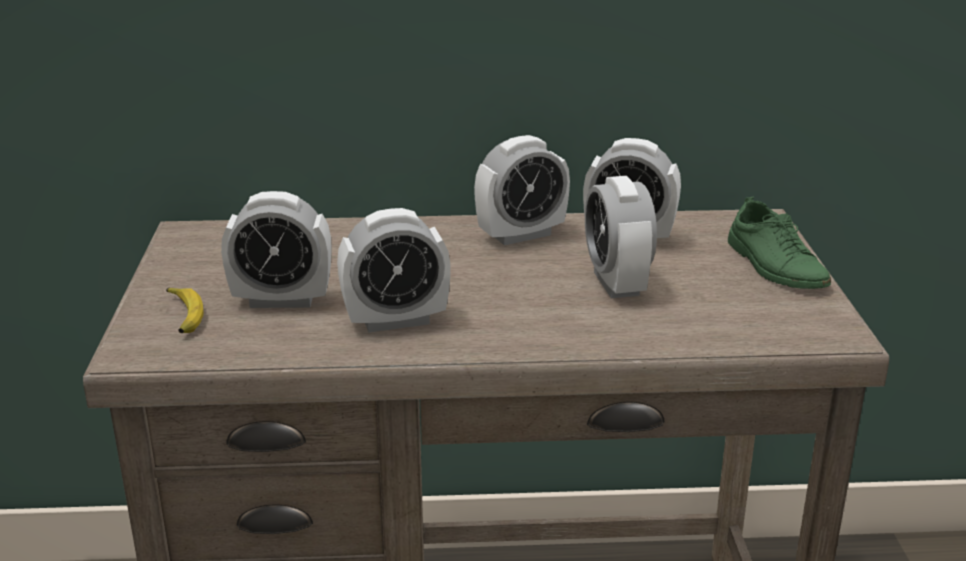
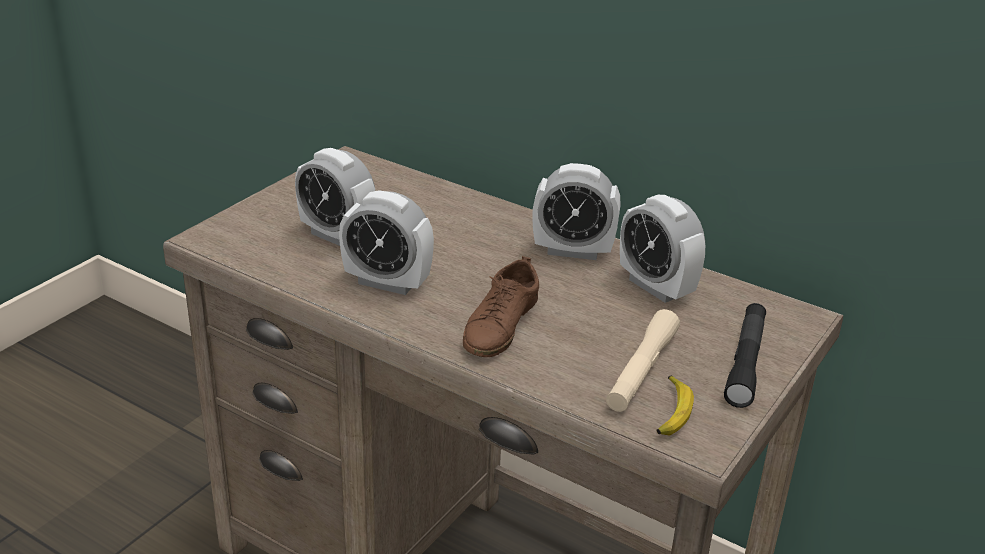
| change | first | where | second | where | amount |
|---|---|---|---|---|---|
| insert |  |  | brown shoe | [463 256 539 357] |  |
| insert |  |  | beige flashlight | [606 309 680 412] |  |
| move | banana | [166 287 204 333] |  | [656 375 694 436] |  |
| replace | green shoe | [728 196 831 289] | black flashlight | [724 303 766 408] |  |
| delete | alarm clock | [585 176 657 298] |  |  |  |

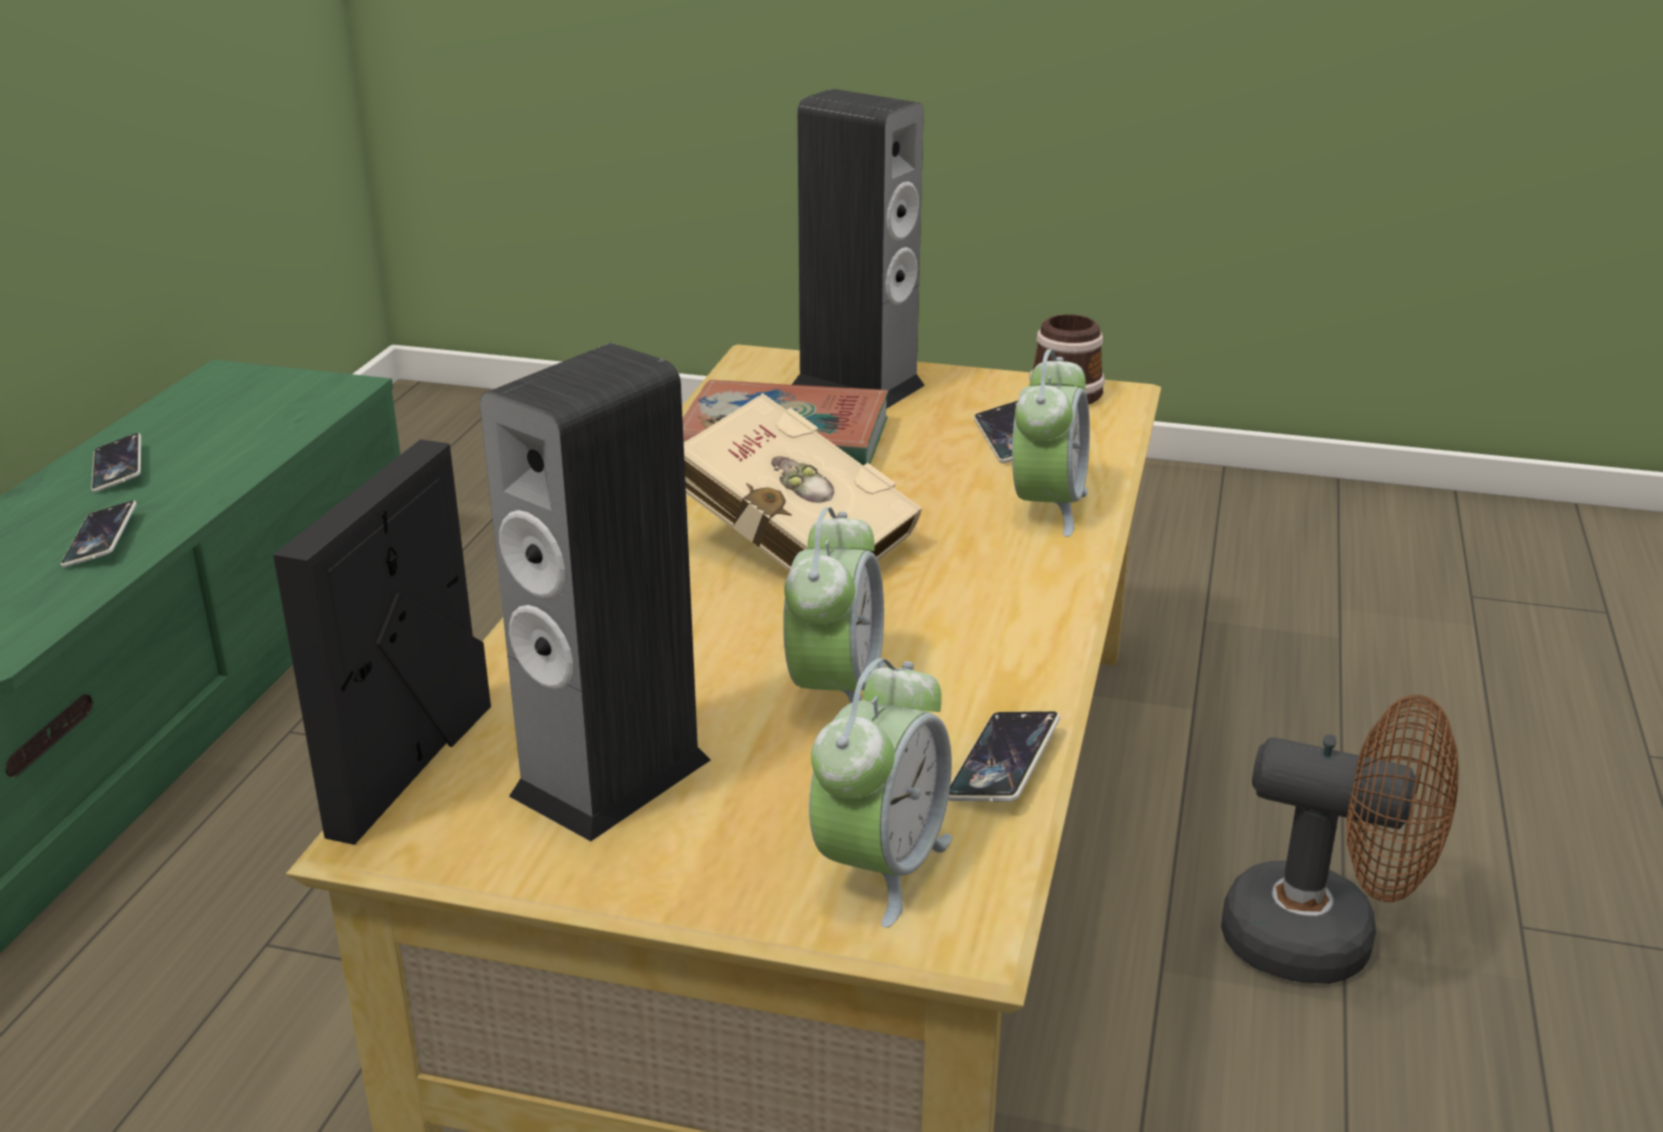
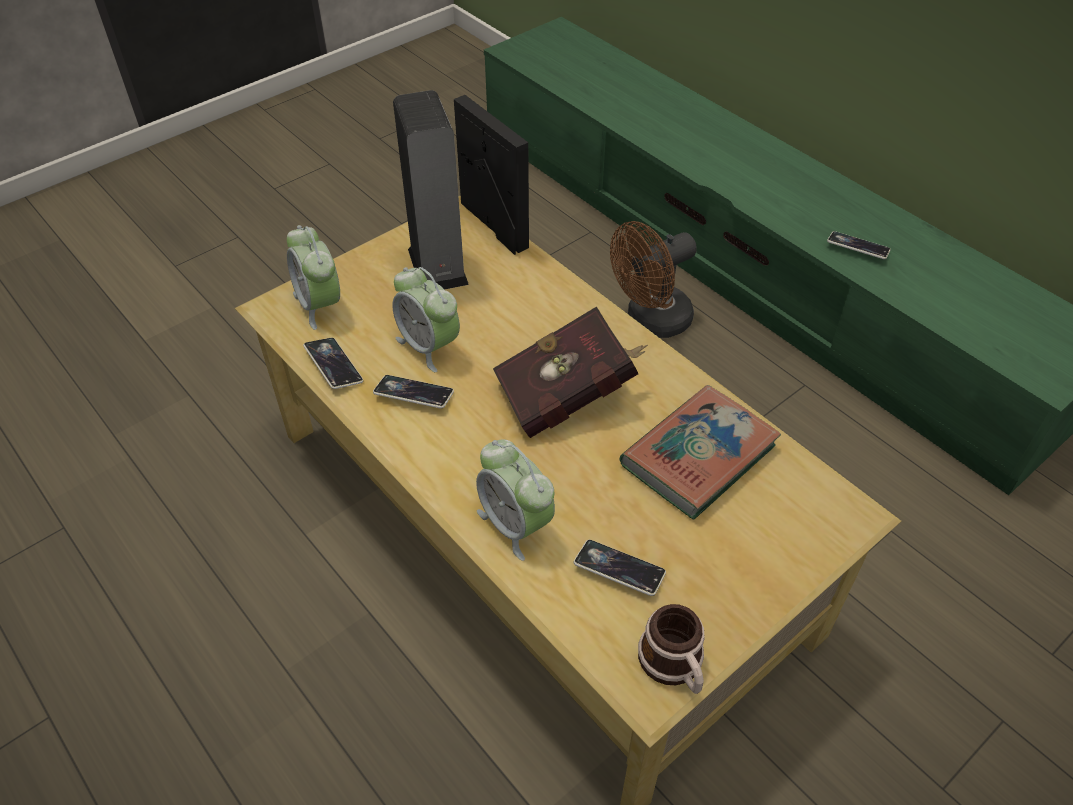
| change | first | where | second | where | amount |
|---|---|---|---|---|---|
| move | phone | [91 433 141 492] |  | [373 375 454 409] |  |
| recolor | beige book | [684 393 922 571] | red book | [493 306 648 438] |  |
| move | brown fan | [1221 695 1459 984] |  | [610 221 697 338] |  |
| delete | speaker | [792 89 925 409] |  |  |  |

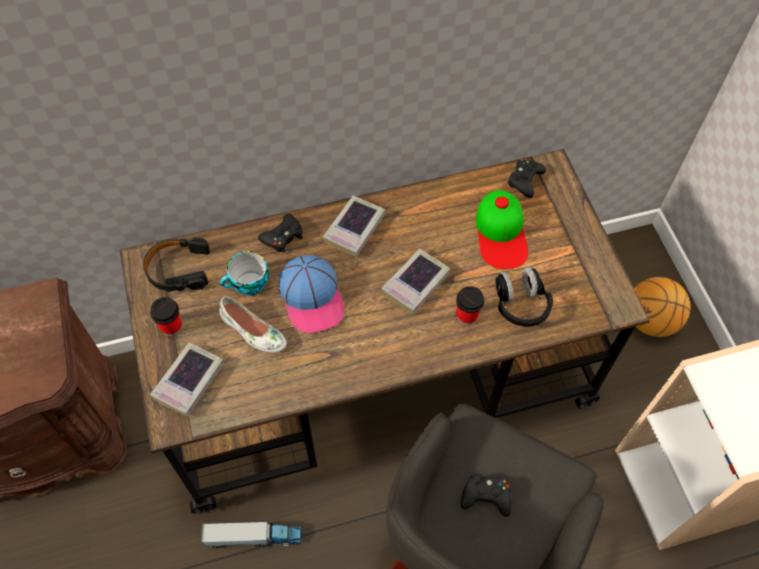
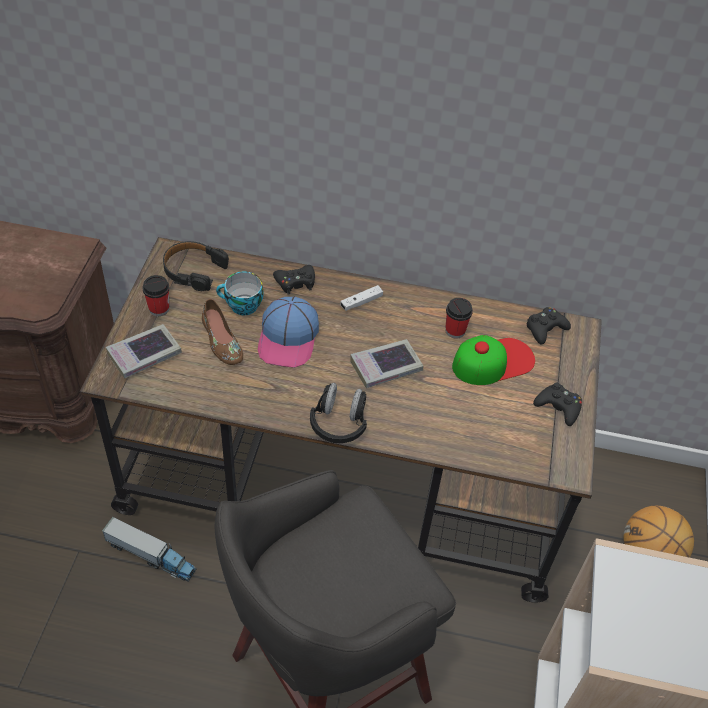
| change | first | where | second | where | amount |
|---|---|---|---|---|---|
| recolor | white shoe | [219 296 287 353] | brown shoe | [202 299 243 365] |  |
| move | black headphones | [495 266 553 327] |  | [310 383 367 443] |  |
| replace | book | [323 196 385 257] | white game controller | [340 285 383 311] |  |
| move | cup | [456 286 484 325] |  | [445 298 473 338] |  |
| rotate | cap | [476 190 529 270] |  | [452 335 535 385] | 135 degrees counterclockwise |
| move | black game controller | [461 473 512 517] |  | [533 382 582 426] |  |

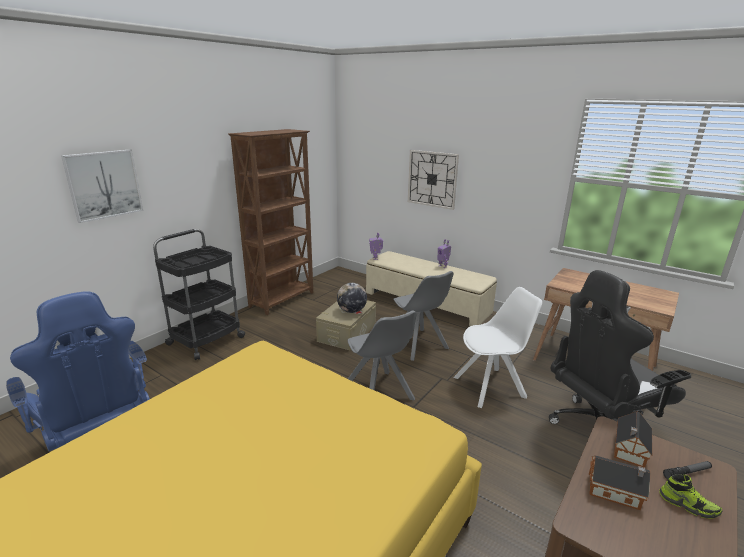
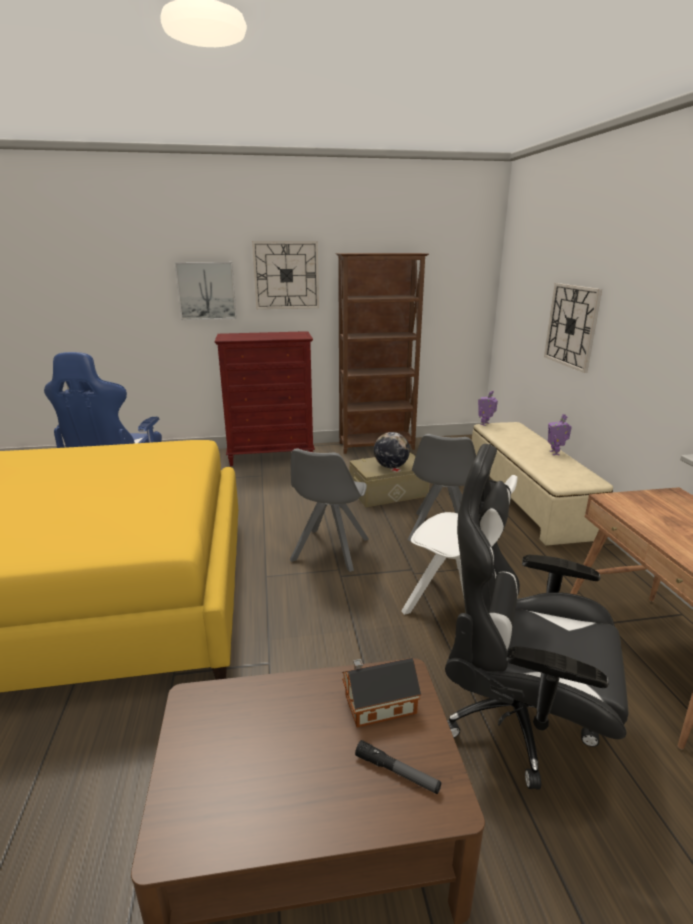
| change | first | where | second | where | amount |
|---|---|---|---|---|---|
| replace | black cart | [153 229 245 360] | red dresser | [215 331 315 466] |  |
| insert |  |  | wall clock | [252 241 319 309] |  |
| delete | toy house | [589 455 651 510] |  |  |  |
| delete | shoe | [660 474 723 519] |  |  |  |

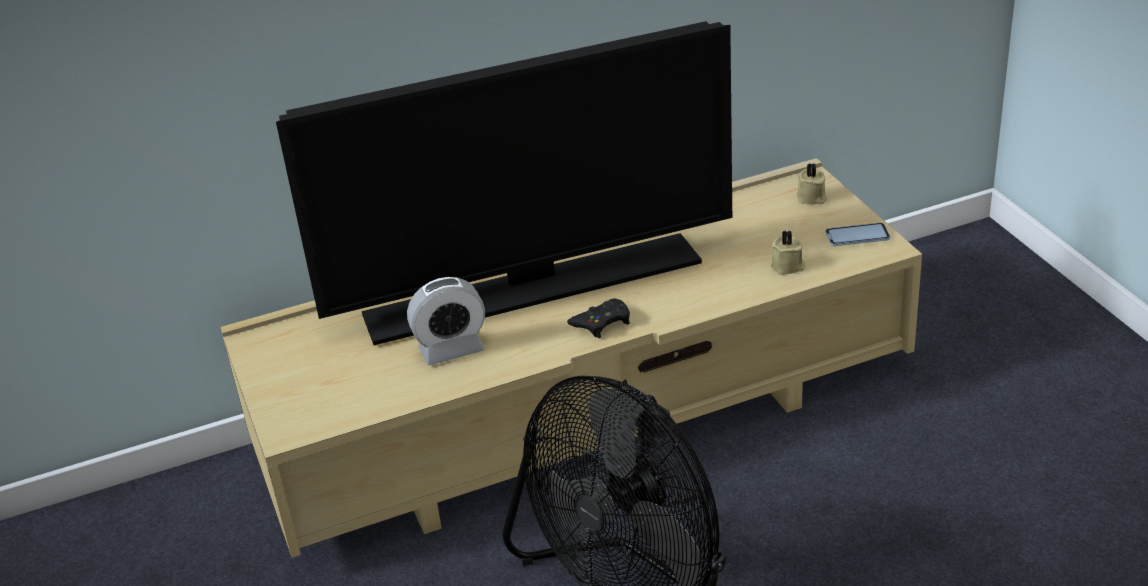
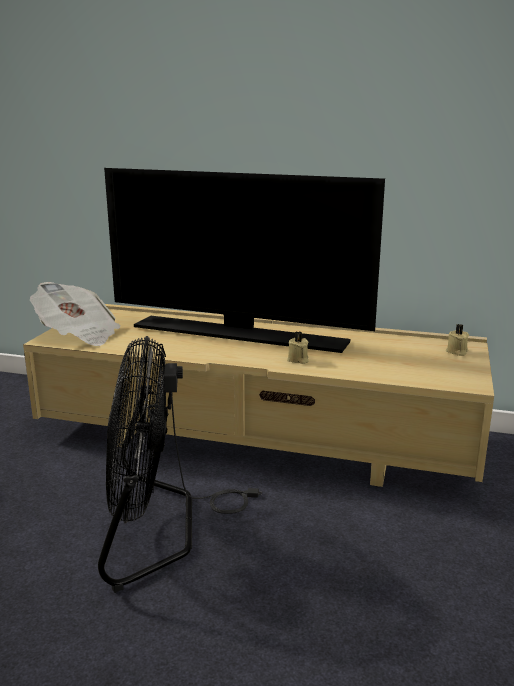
| change | first | where | second | where | amount |
|---|---|---|---|---|---|
| insert |  |  | newspaper | [30 282 120 346] |  |
| move | beige candle | [771 230 805 275] |  | [287 332 309 364] |  |
| delete | alarm clock | [407 277 485 366] |  |  |  |
| delete | black game controller | [567 299 630 338] |  |  |  |
| delete | phone | [825 223 890 246] |  |  |  |

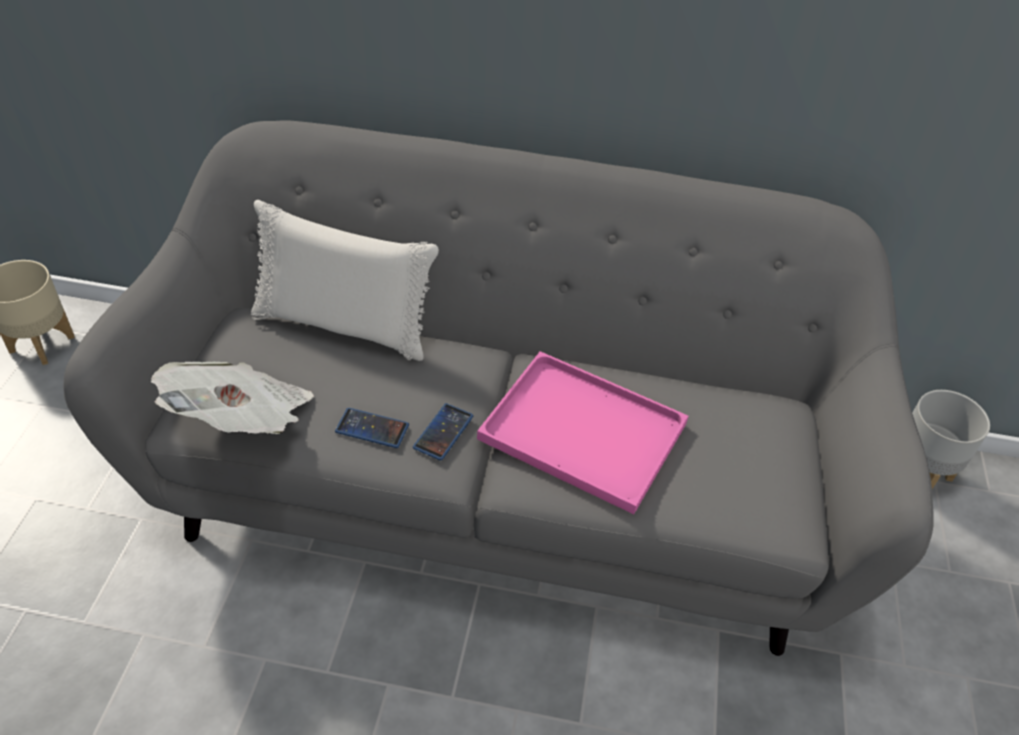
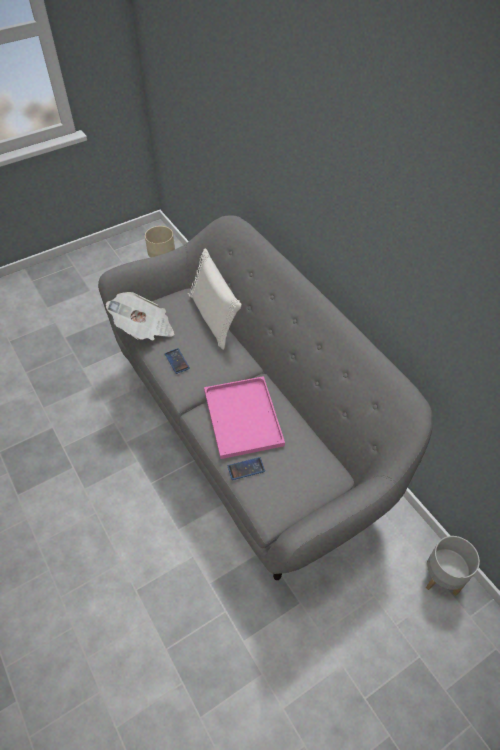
| change | first | where | second | where | amount |
|---|---|---|---|---|---|
| move | phone | [413 403 473 461] |  | [228 457 265 480] |  |

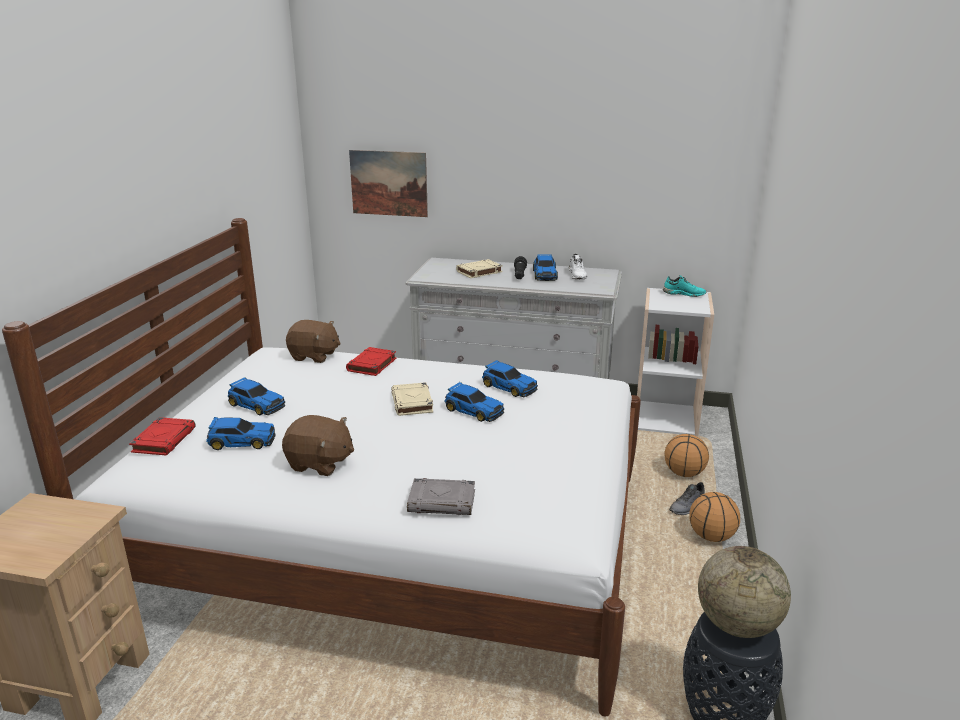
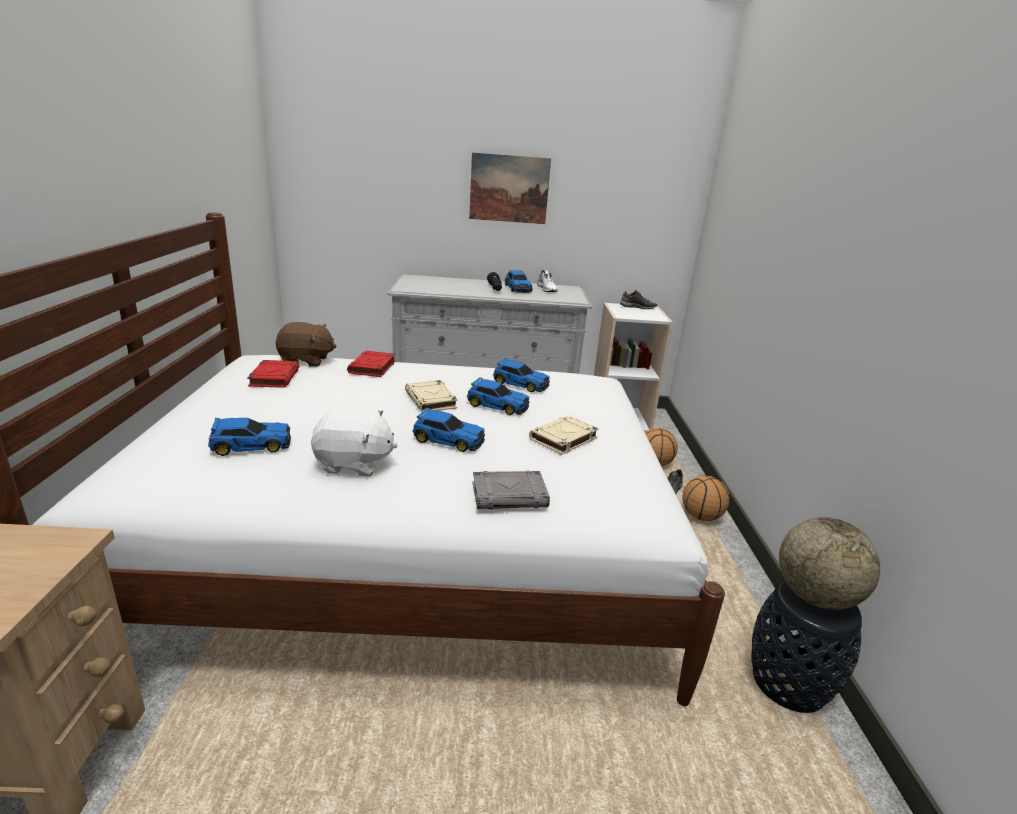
| change | first | where | second | where | amount |
|---|---|---|---|---|---|
| move | red book | [129 417 196 455] |  | [247 360 300 388] |  |
| recolor | brown plush toy | [282 415 354 476] | white plush toy | [311 409 398 476] |  |
| move | toy car | [228 377 285 415] |  | [412 407 485 452] |  |
| move | picture | [349 150 428 217] |  | [469 153 551 224] |  |
| move | beige book | [456 259 503 278] |  | [529 415 599 455] |  |
| recolor | turquoise shoe | [663 275 707 297] | grey shoe | [620 290 657 309] |  |

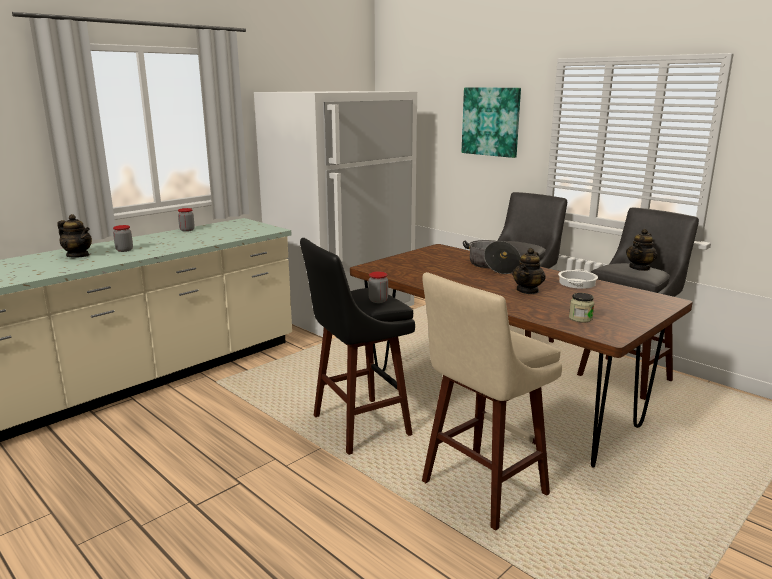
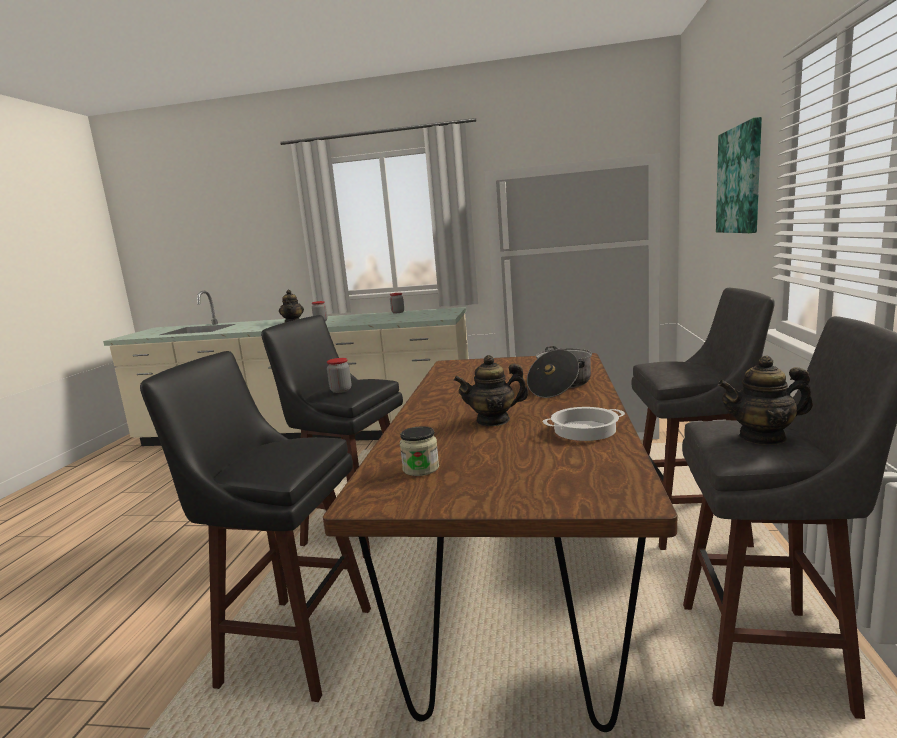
| change | first | where | second | where | amount |
|---|---|---|---|---|---|
| recolor | beige stool | [422 272 562 531] | black stool | [140 351 371 702] |  |

